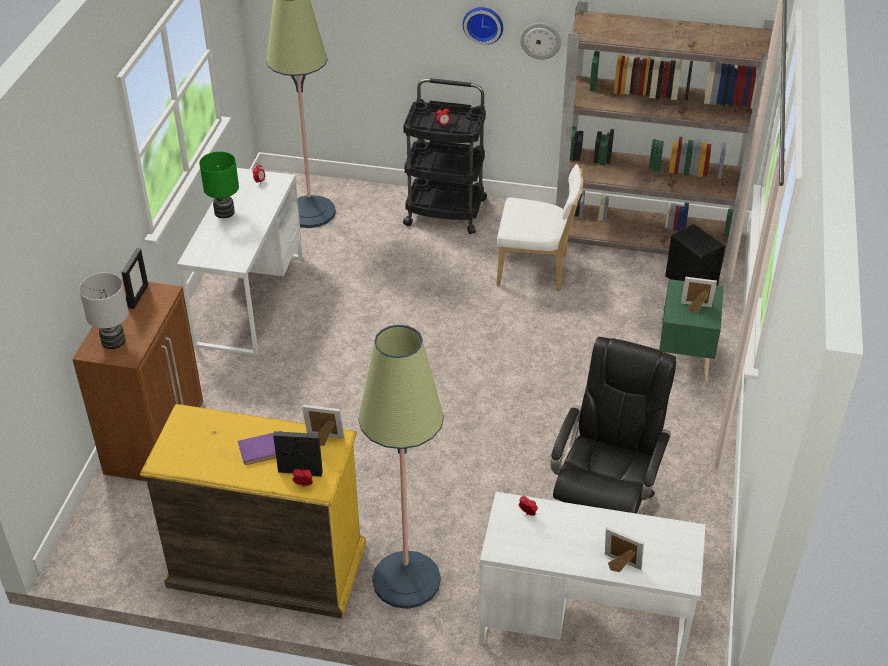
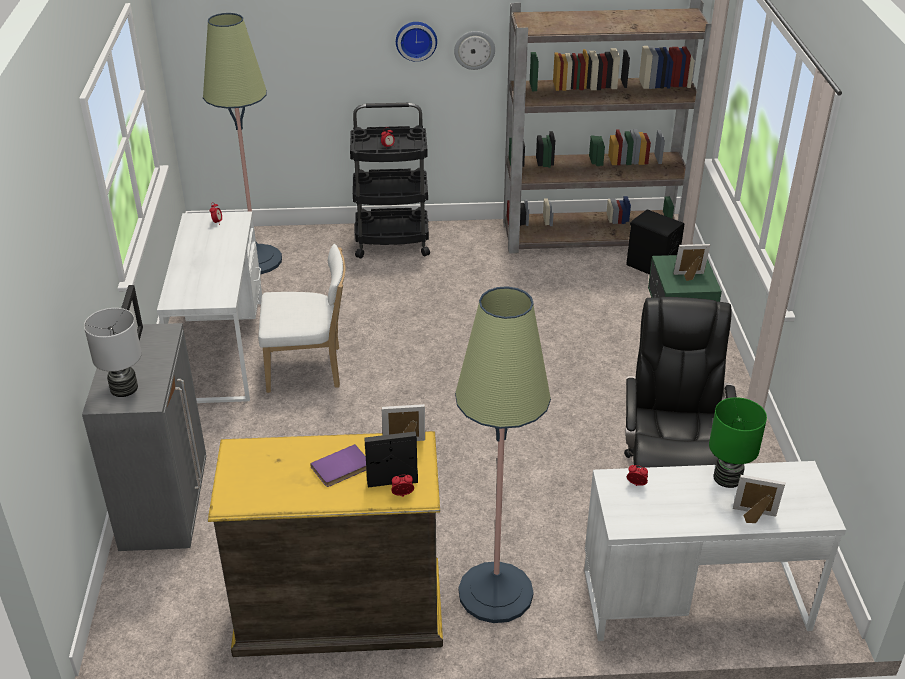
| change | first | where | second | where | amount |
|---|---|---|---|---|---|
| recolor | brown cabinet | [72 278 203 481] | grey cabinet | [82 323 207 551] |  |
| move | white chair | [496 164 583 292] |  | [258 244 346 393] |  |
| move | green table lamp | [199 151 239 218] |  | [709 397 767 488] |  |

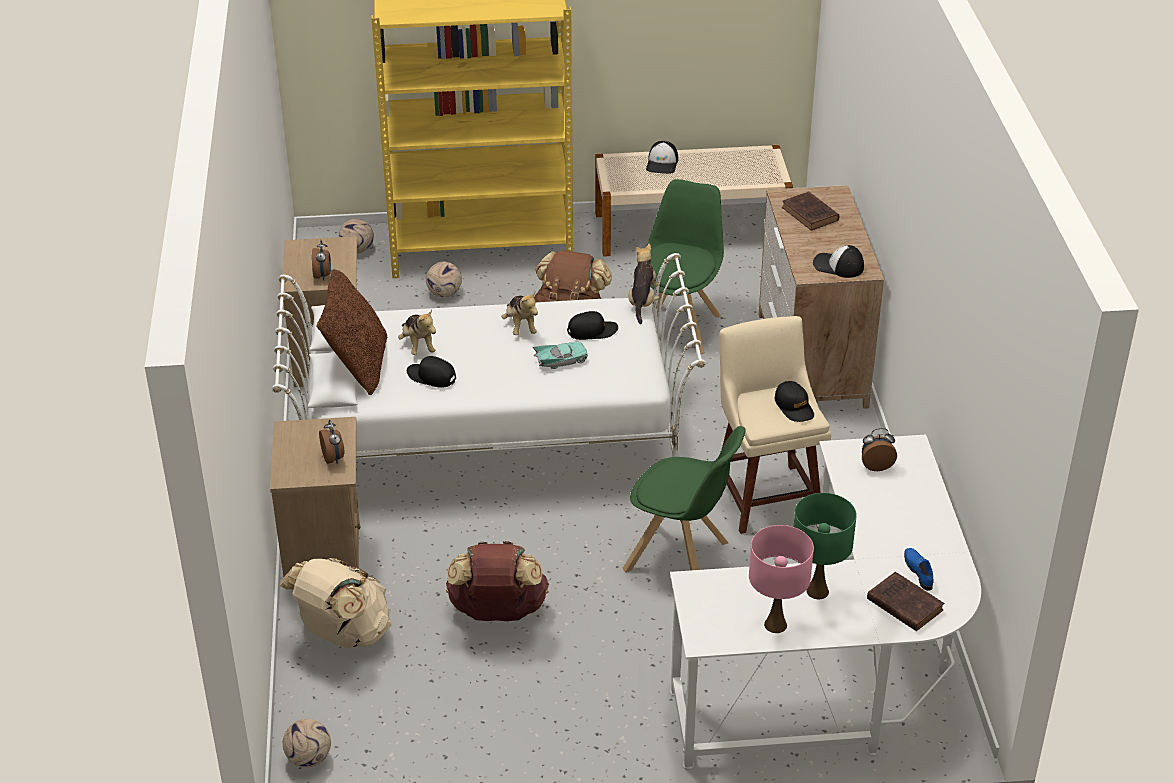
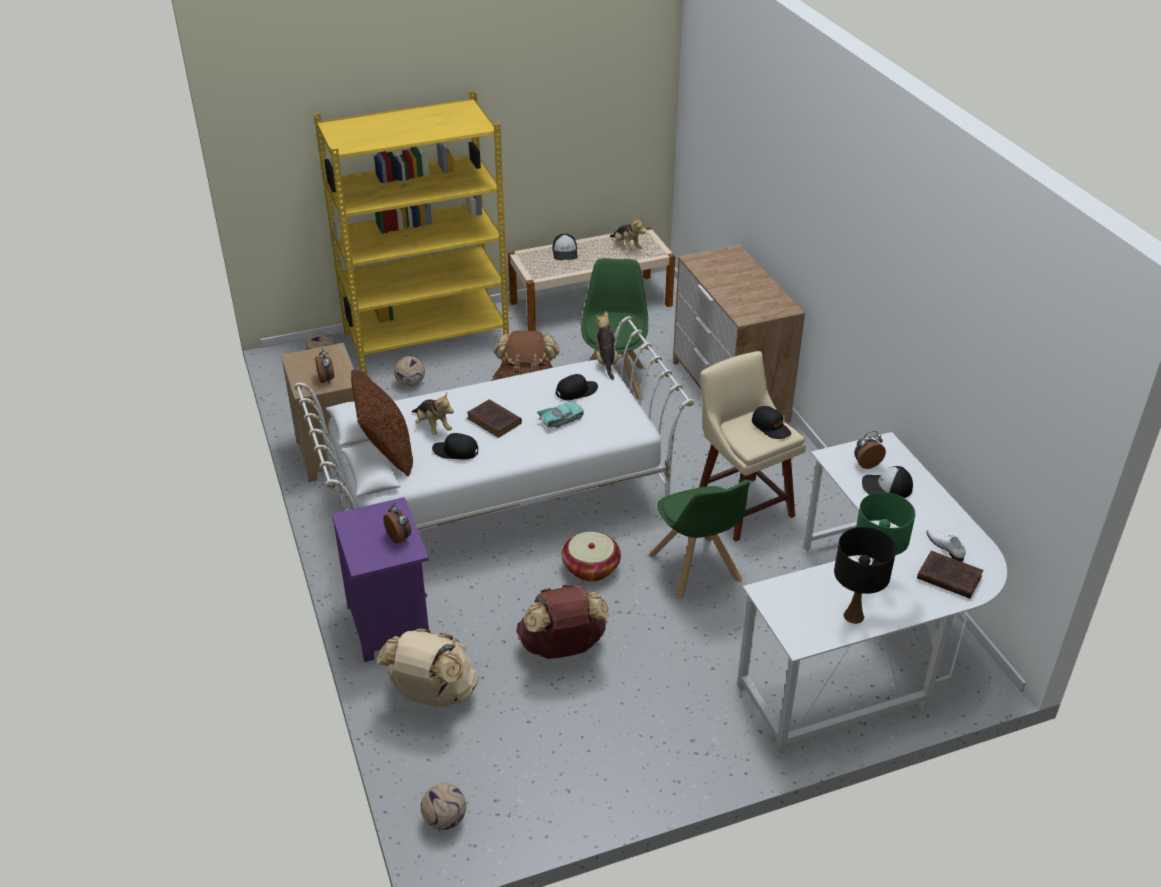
| change | first | where | second | where | amount |
|---|---|---|---|---|---|
| recolor | beige nightstand | [270 417 361 578] | purple nightstand | [332 497 429 662] |  |
| move | brown book | [782 191 839 230] |  | [467 399 522 438] |  |
| insert |  |  | basket | [562 532 621 581] |  |
| move | plush toy | [502 292 538 335] |  | [610 218 645 251] |  |
| rotate | green chair | [623 426 746 572] |  | [649 479 750 599] | 60 degrees clockwise |
| recolor | pink table lamp | [749 525 814 633] | black table lamp | [834 527 896 624] |  |
| move | cap | [813 245 864 278] |  | [862 466 913 498] |  |
| recolor | blue shoe | [904 548 933 591] | white shoe | [926 528 966 562] |  |

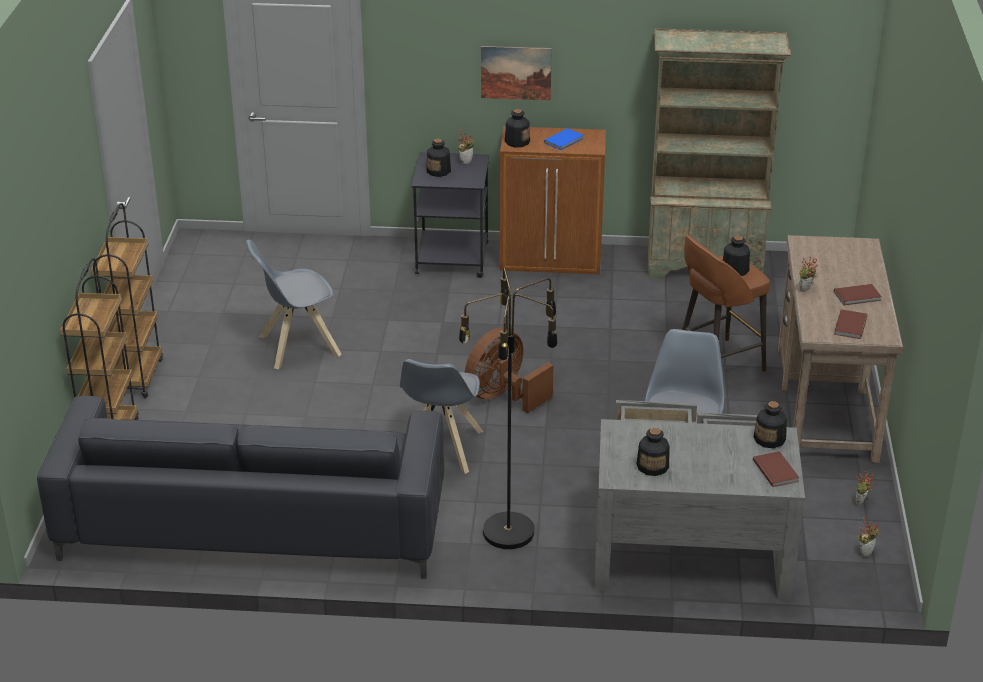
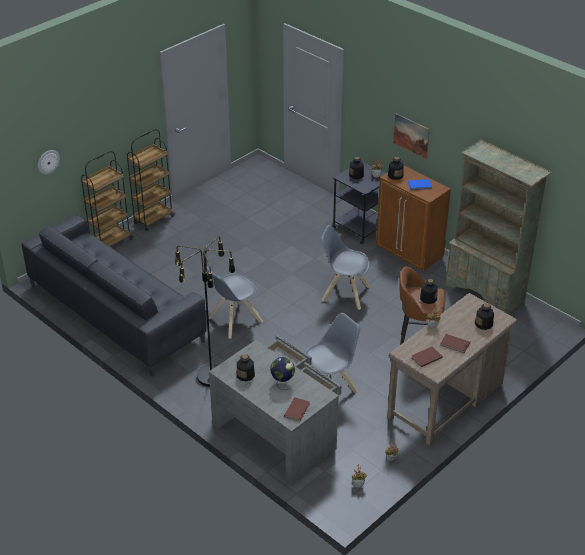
| change | first | where | second | where | amount |
|---|---|---|---|---|---|
| insert |  |  | wall clock | [38 150 60 174] |  |
| insert |  |  | globe | [271 357 295 390] |  |
| move | grey chair | [246 240 342 369] |  | [321 225 371 310] |  |
| move | bottle | [754 401 787 448] |  | [475 303 494 330] |  |
| delete | brown fan | [465 328 554 413] |  |  |  |

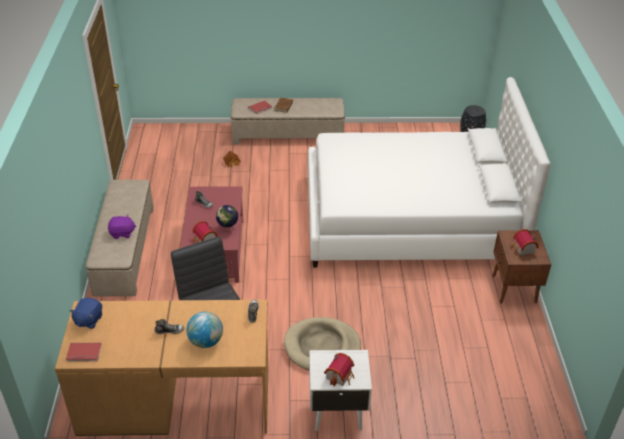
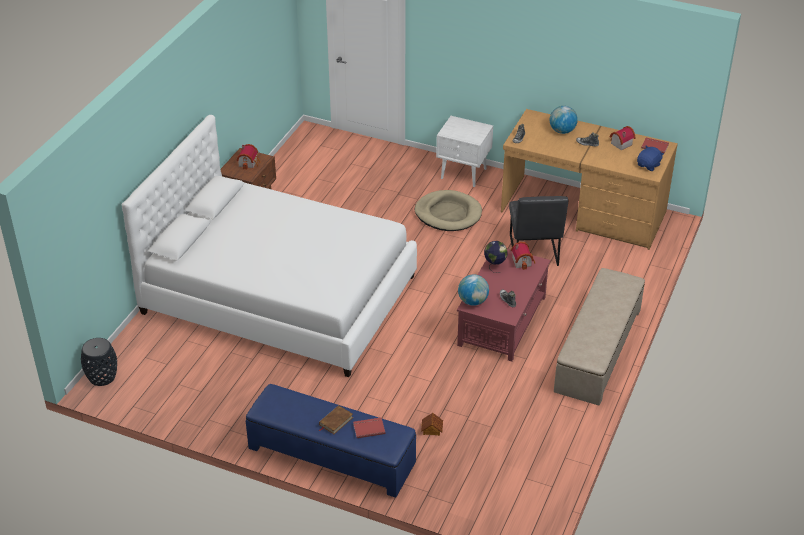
| change | first | where | second | where | amount |
|---|---|---|---|---|---|
| recolor | beige bench | [231 98 345 144] | blue bench | [246 384 416 497] |  |
| insert |  |  | globe | [458 274 489 306] |  |
| move | toy house | [324 353 354 386] |  | [610 126 635 150] |  |
| delete | purple plush toy | [108 215 136 239] |  |  |  |

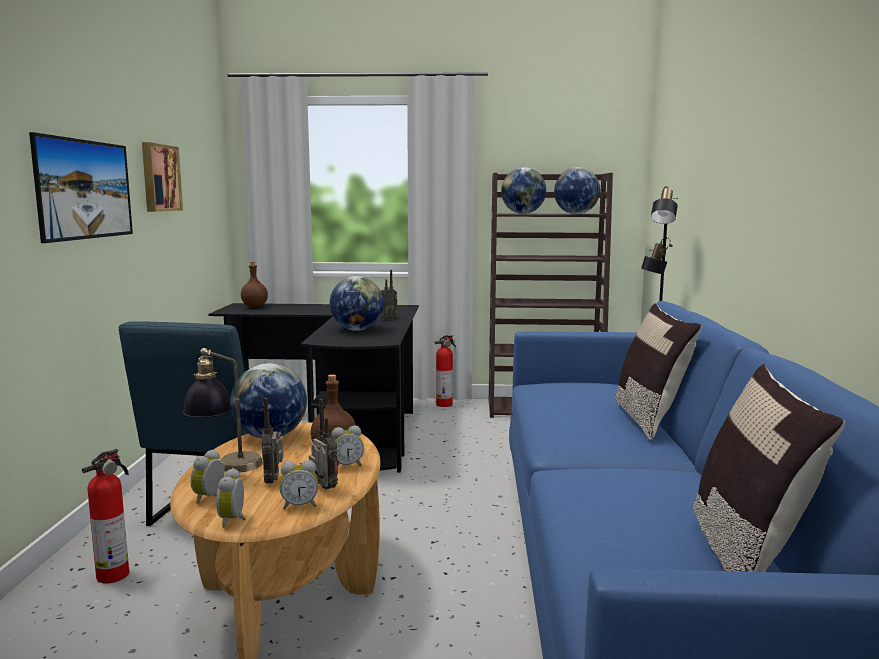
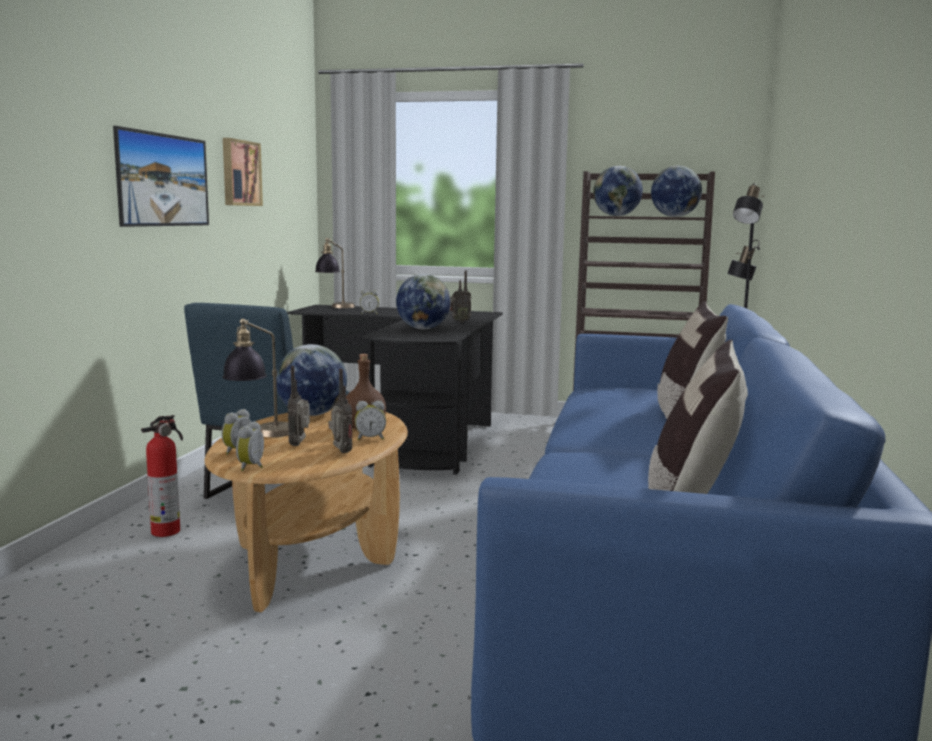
| change | first | where | second | where | amount |
|---|---|---|---|---|---|
| replace | brown bottle | [241 262 268 307] | table lamp | [315 238 355 308] |  |
| move | alarm clock | [280 460 318 510] |  | [360 290 379 314] |  |
| delete | fire extinguisher | [434 335 456 407] |  |  |  |

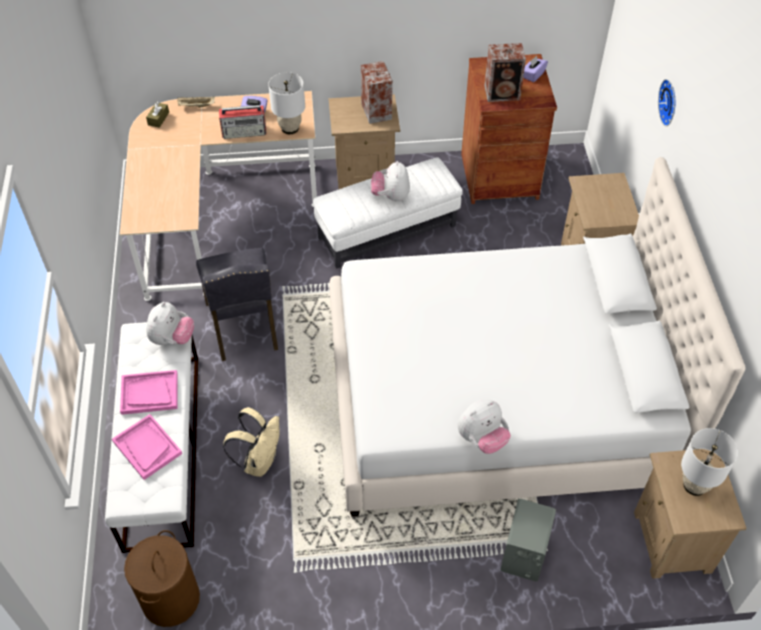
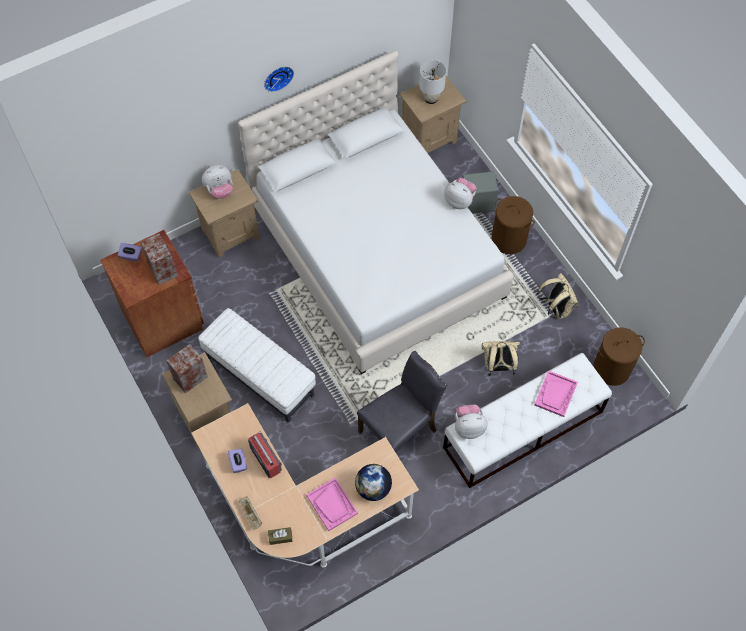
| change | first | where | second | where | amount |
|---|---|---|---|---|---|
| move | plush toy | [371 161 410 202] |  | [202 165 233 199] |  |
| move | wall clock | [658 79 675 126] |  | [264 66 294 92] |  |
| move | pink tray | [120 370 178 415] |  | [306 477 358 531] |  |
| insert |  |  | globe | [355 464 392 501] |  |
| insert |  |  | brown laundry basket | [492 196 535 254] |  |
| insert |  |  | beige backpack | [537 273 578 319] |  |
| delete | white table lamp | [268 72 305 134] |  |  |  |

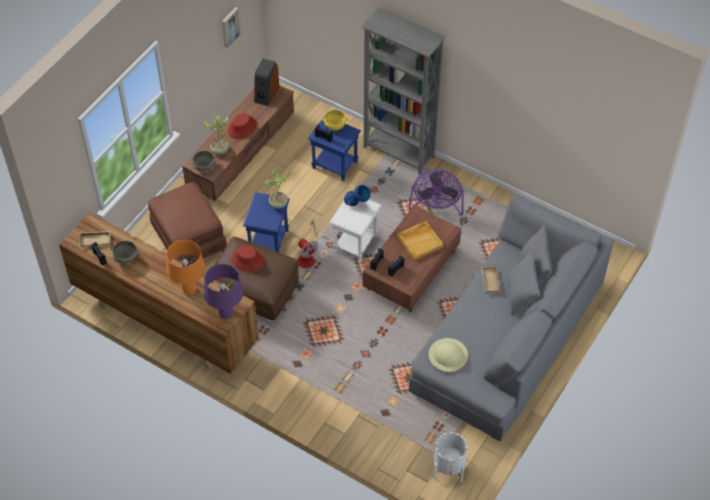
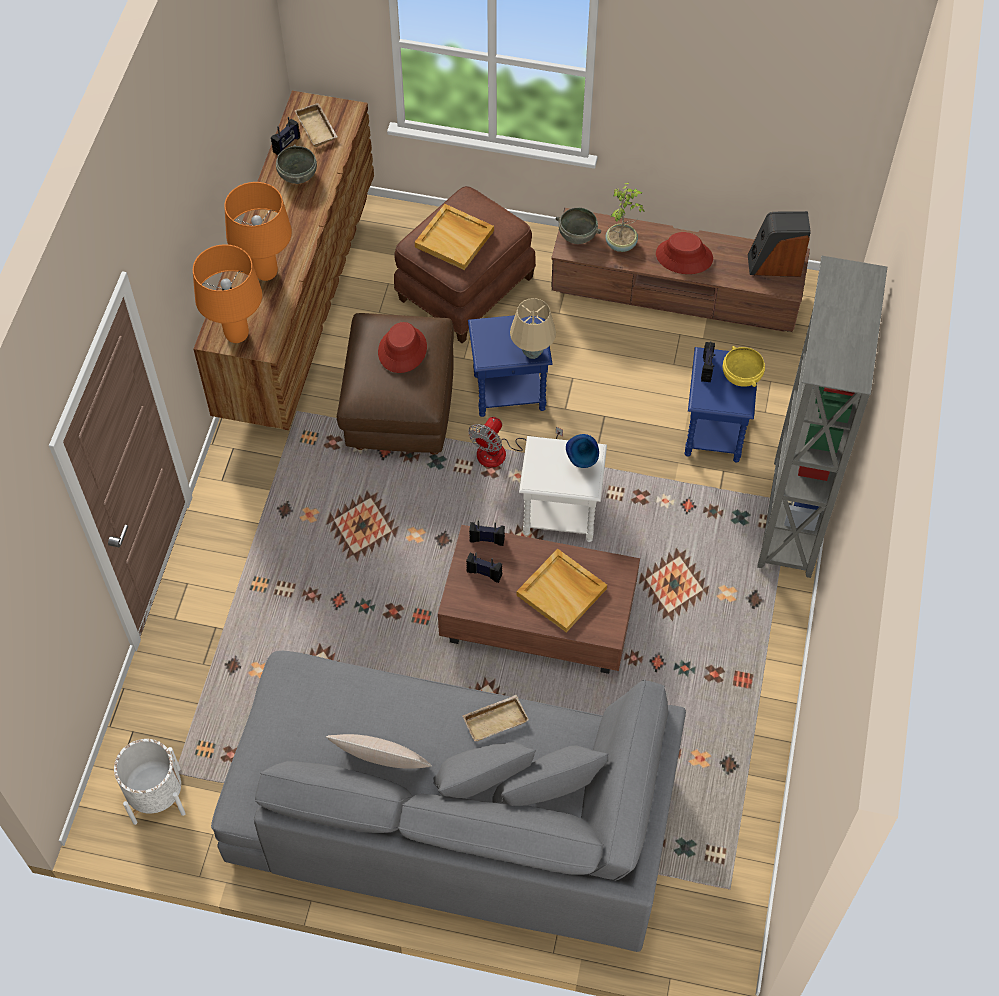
| change | first | where | second | where | amount |
|---|---|---|---|---|---|
| recolor | purple table lamp | [204 264 243 319] | orange table lamp | [193 244 262 343] |  |
| insert |  |  | beige pillow | [326 734 432 769] |  |
| insert |  |  | beige tray | [415 204 494 270] |  |
| replace | potted plant | [264 170 292 209] | beige table lamp | [510 298 556 359] |  |
| delete | picture | [222 7 241 48] |  |  |  |
| delete | purple fan | [409 169 464 215] |  |  |  |
| delete | beige hat | [429 338 468 372] |  |  |  |

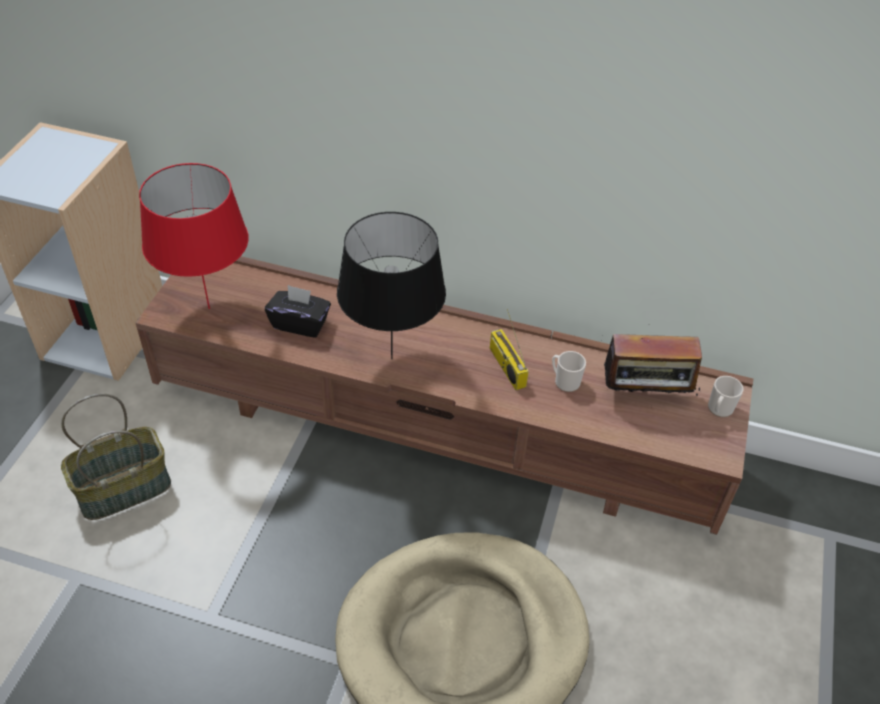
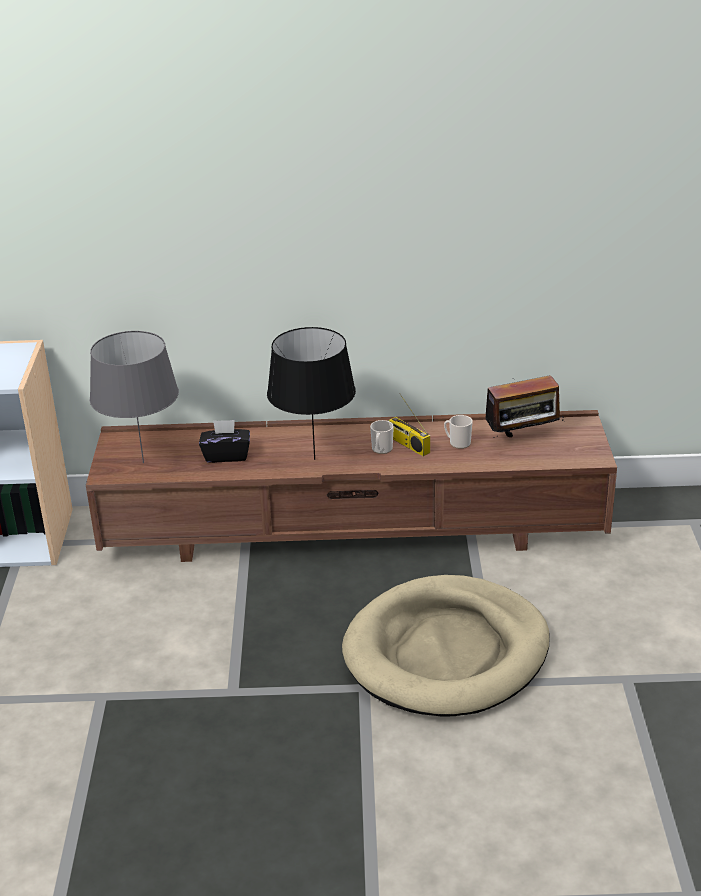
| change | first | where | second | where | amount |
|---|---|---|---|---|---|
| recolor | red table lamp | [139 163 249 309] | grey table lamp | [90 331 179 463] |  |
| move | mug | [708 376 744 417] |  | [370 420 394 454] |  |
| delete | basket | [61 393 171 520] |  |  |  |

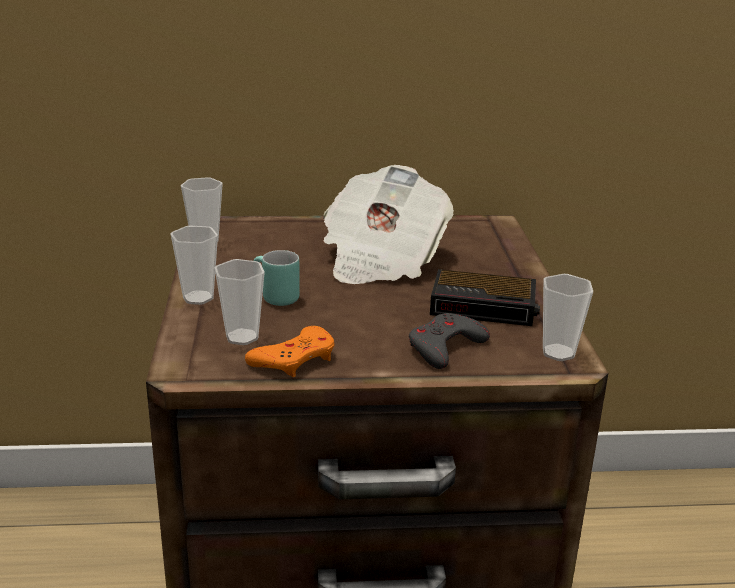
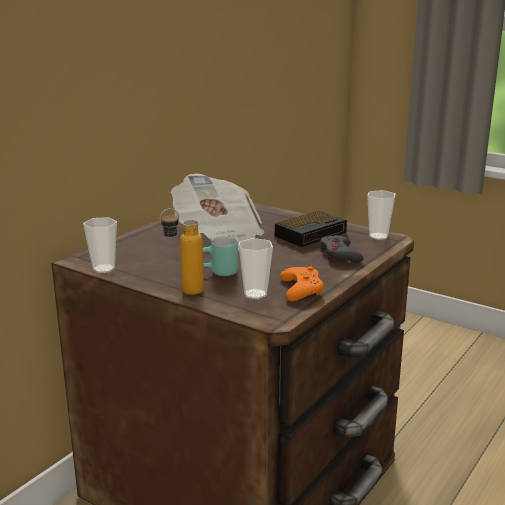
| change | first | where | second | where | amount |
|---|---|---|---|---|---|
| replace | cup | [171 225 218 305] | bottle | [160 208 204 295] |  |

